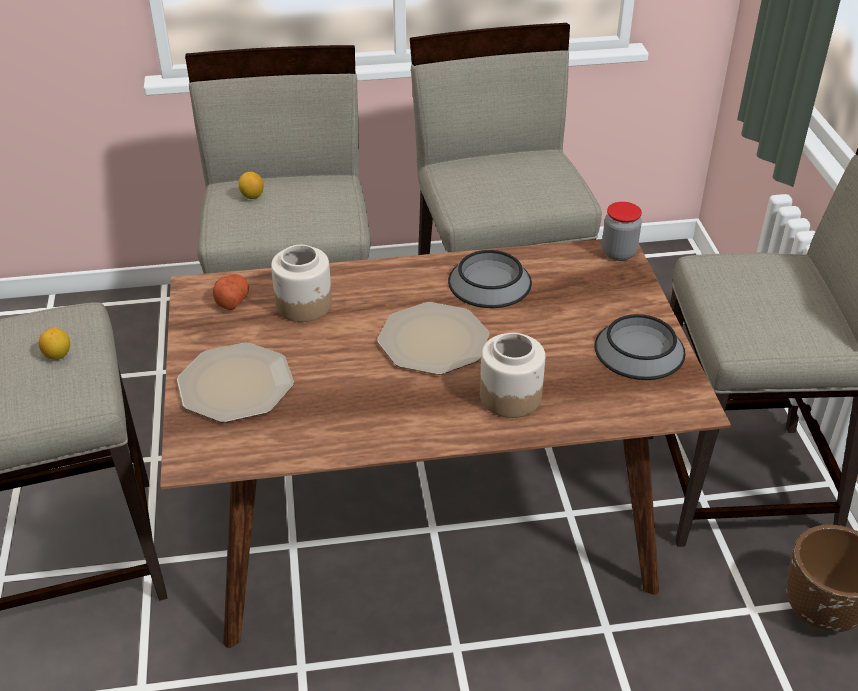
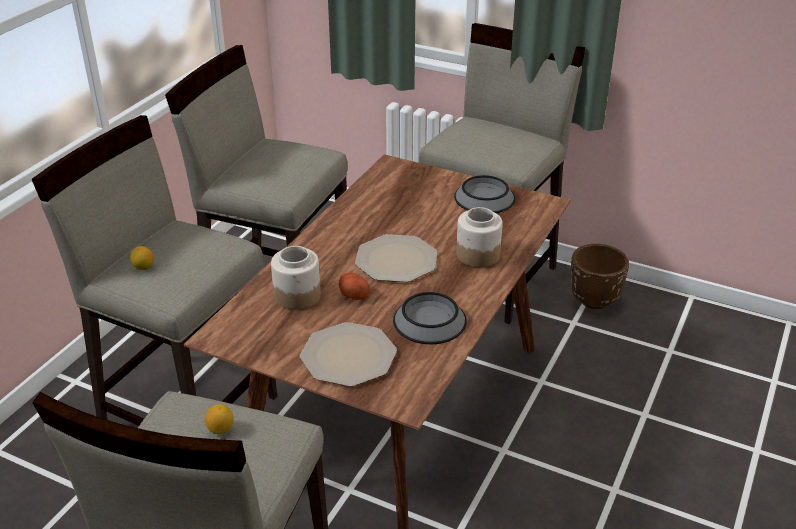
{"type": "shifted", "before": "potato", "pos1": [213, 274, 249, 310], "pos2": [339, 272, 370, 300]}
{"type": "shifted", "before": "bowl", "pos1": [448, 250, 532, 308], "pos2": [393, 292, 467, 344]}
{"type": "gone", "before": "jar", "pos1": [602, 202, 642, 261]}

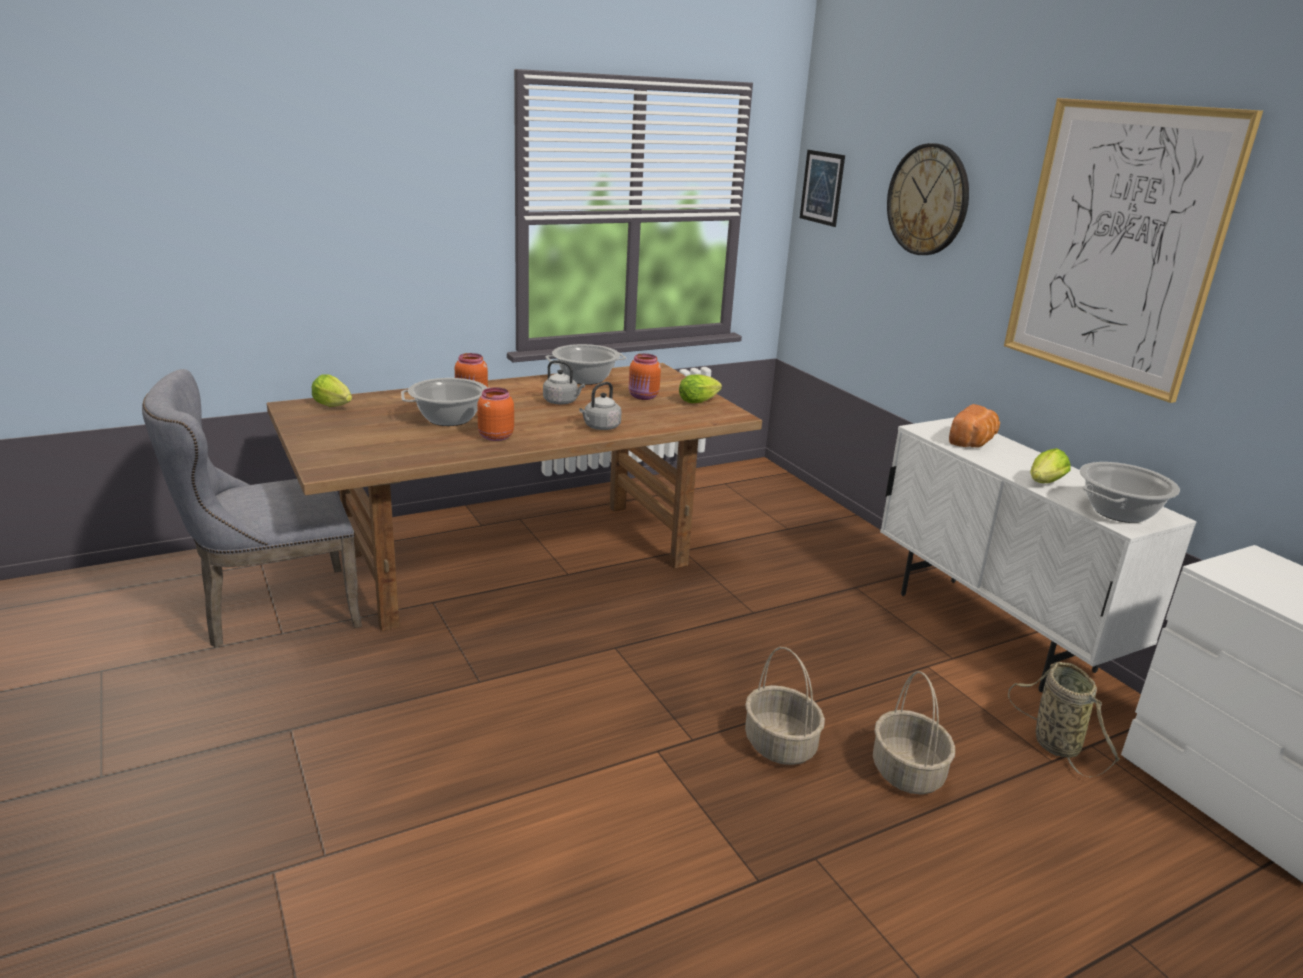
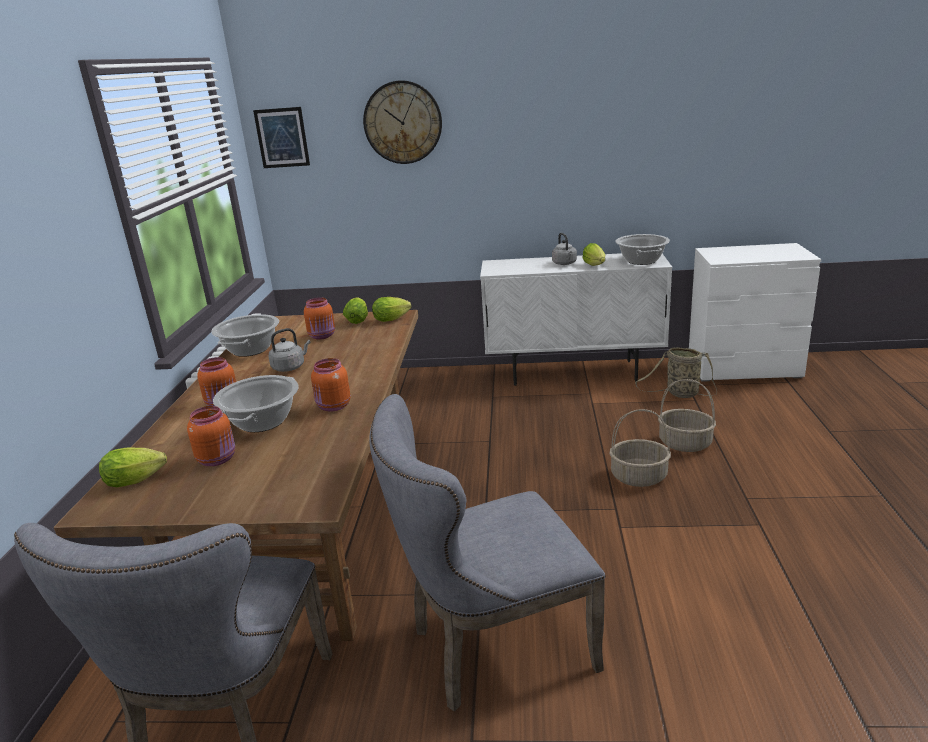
{"type": "shifted", "before": "kettle (grey)", "pos1": [579, 382, 621, 430], "pos2": [552, 233, 577, 265]}
{"type": "gone", "before": "bread", "pos1": [949, 404, 1000, 448]}
{"type": "gone", "before": "picture", "pos1": [1004, 98, 1263, 403]}
{"type": "new", "after": "jar (orange)", "pos2": [187, 406, 235, 466]}
{"type": "new", "after": "chair (grey)", "pos2": [369, 394, 606, 712]}
{"type": "new", "after": "lettuce", "pos2": [372, 297, 411, 322]}

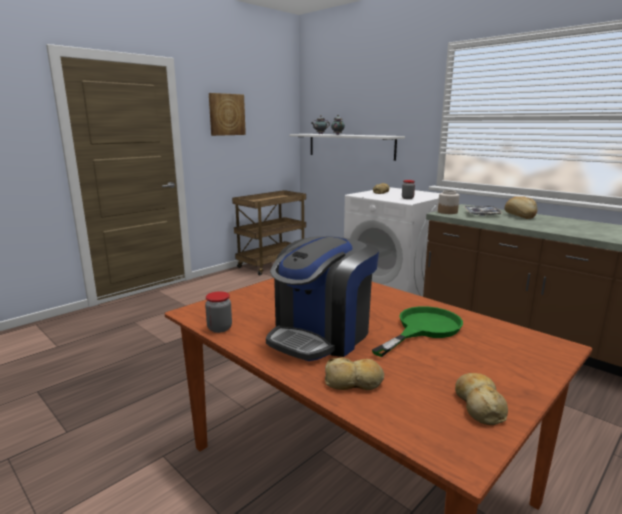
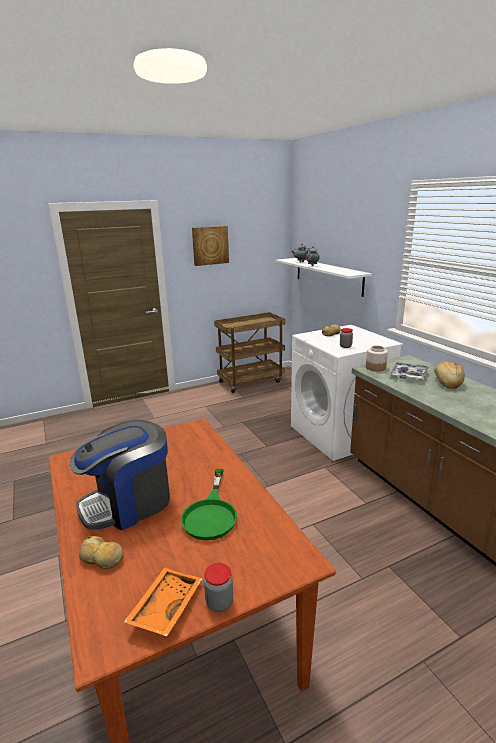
{"type": "shifted", "before": "jar", "pos1": [205, 291, 232, 333], "pos2": [204, 563, 233, 612]}
{"type": "rotated", "before": "frying pan (green)", "pos1": [372, 306, 463, 357], "pos2": [181, 469, 237, 540], "turn": 120}
{"type": "swapped", "before": "bread", "after": "tray (orange)", "pos1": [455, 373, 508, 425], "pos2": [124, 567, 202, 636]}

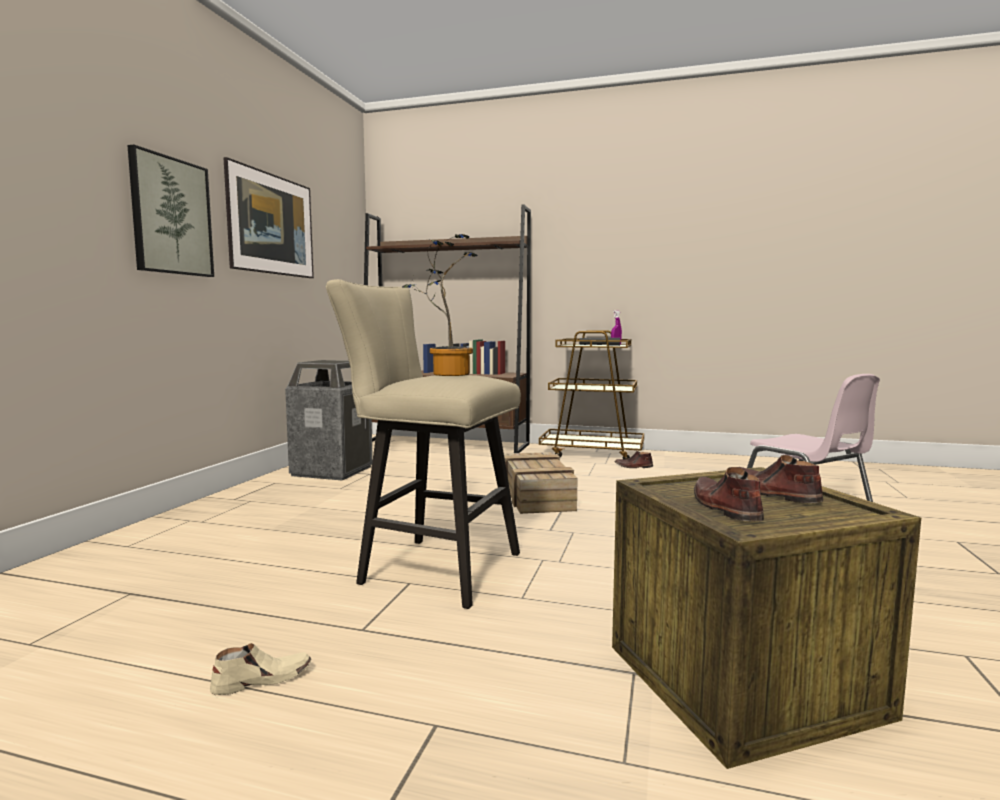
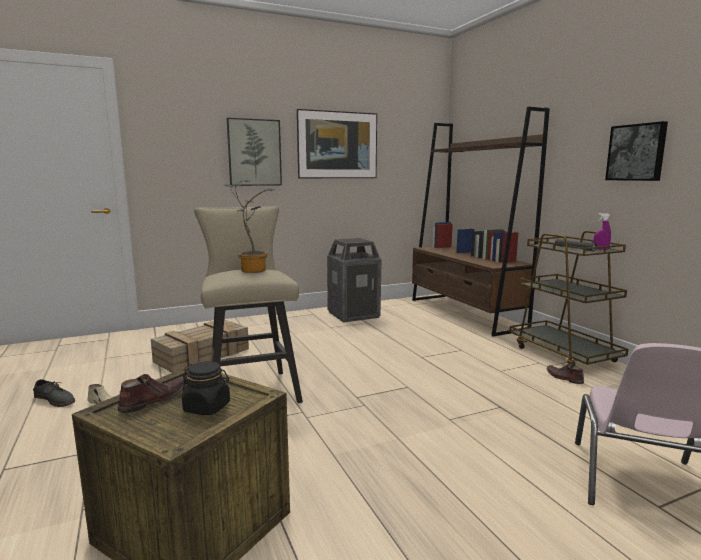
{"type": "shifted", "before": "crate", "pos1": [504, 452, 578, 514], "pos2": [151, 320, 249, 373]}
{"type": "swapped", "before": "shoe (brown)", "after": "jar (black)", "pos1": [739, 455, 823, 503], "pos2": [182, 361, 230, 415]}
{"type": "new", "after": "shoe (grey)", "pos2": [33, 379, 75, 407]}
{"type": "new", "after": "picture", "pos2": [605, 121, 668, 181]}

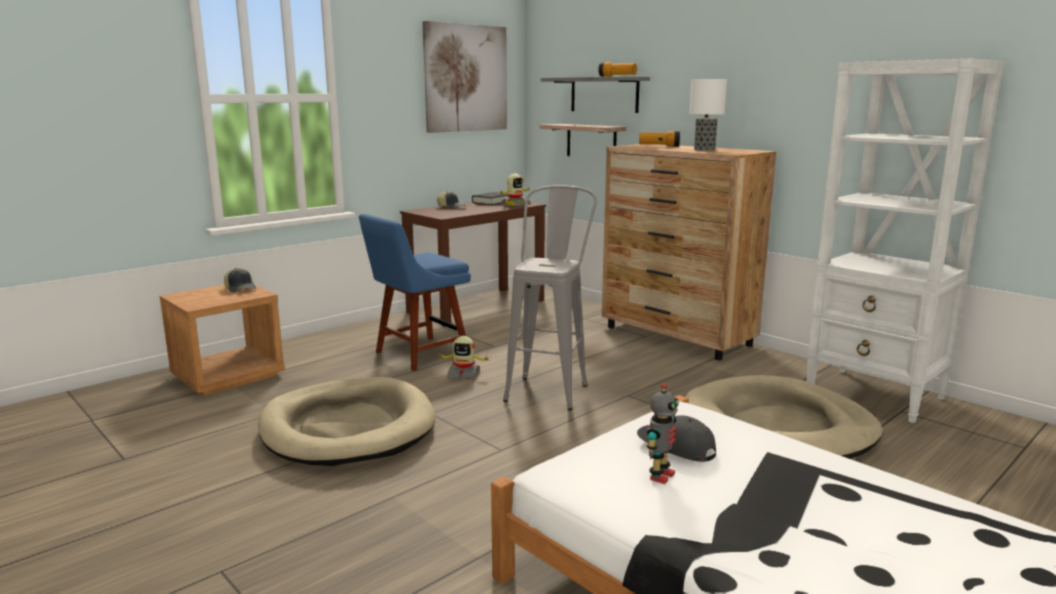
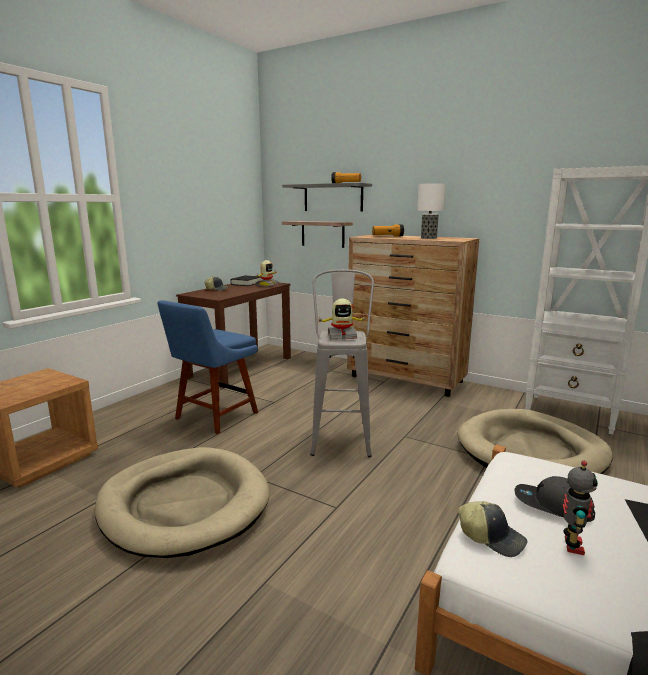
{"type": "shifted", "before": "cap", "pos1": [224, 267, 256, 293], "pos2": [458, 501, 528, 557]}
{"type": "gone", "before": "picture", "pos1": [422, 21, 507, 133]}
{"type": "shifted", "before": "toy robot", "pos1": [438, 336, 490, 380], "pos2": [317, 299, 366, 340]}

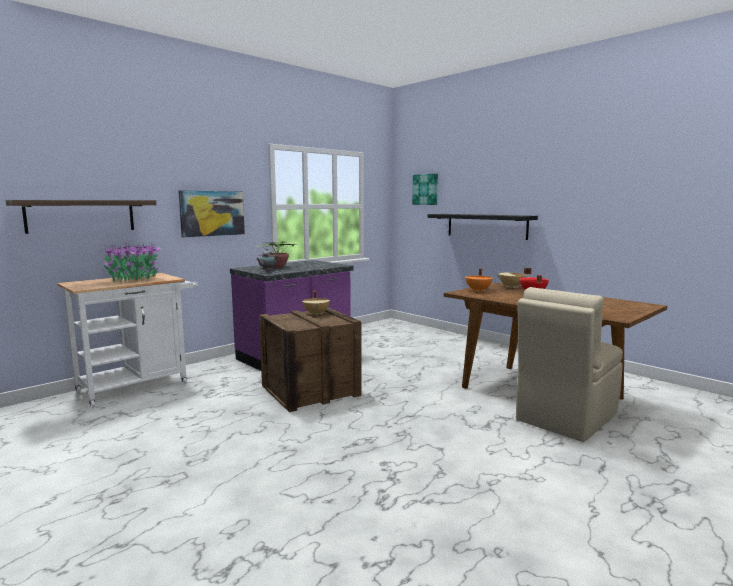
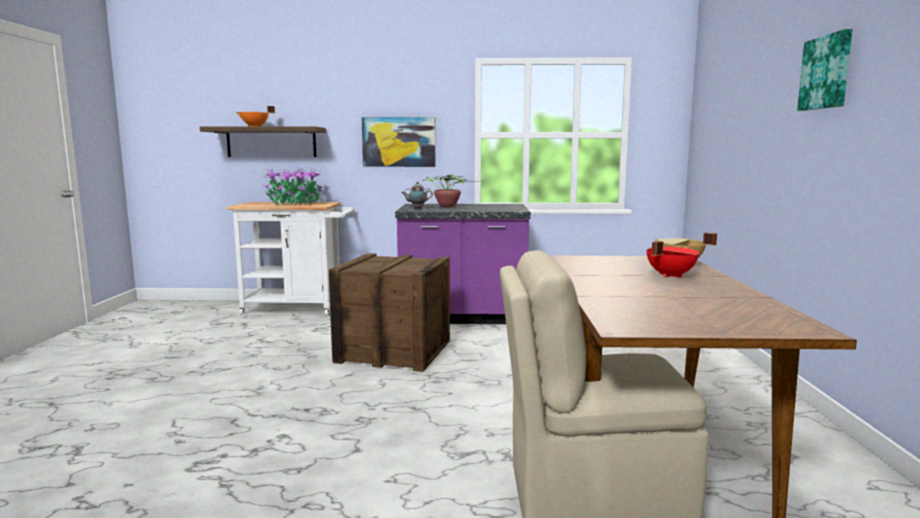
{"type": "gone", "before": "cooking pot (beige)", "pos1": [302, 290, 330, 316]}
{"type": "shifted", "before": "picture", "pos1": [412, 173, 438, 205], "pos2": [797, 29, 853, 111]}
{"type": "gone", "before": "shelf (black)", "pos1": [428, 214, 538, 240]}
{"type": "shifted", "before": "cooking pot (orange)", "pos1": [465, 268, 493, 292], "pos2": [236, 106, 275, 127]}

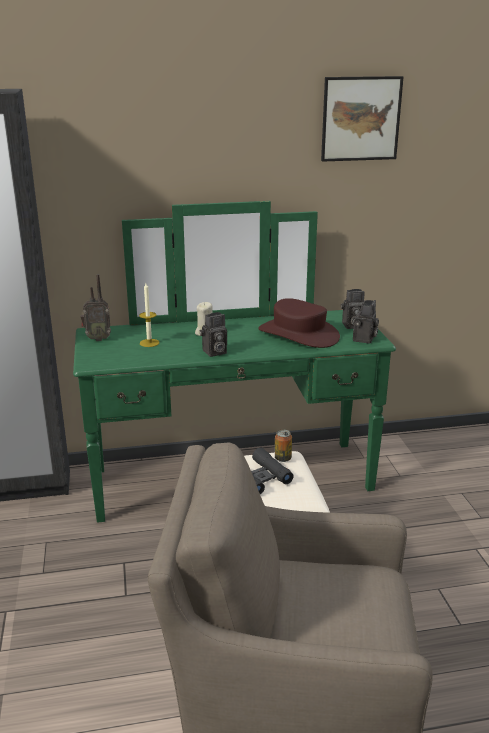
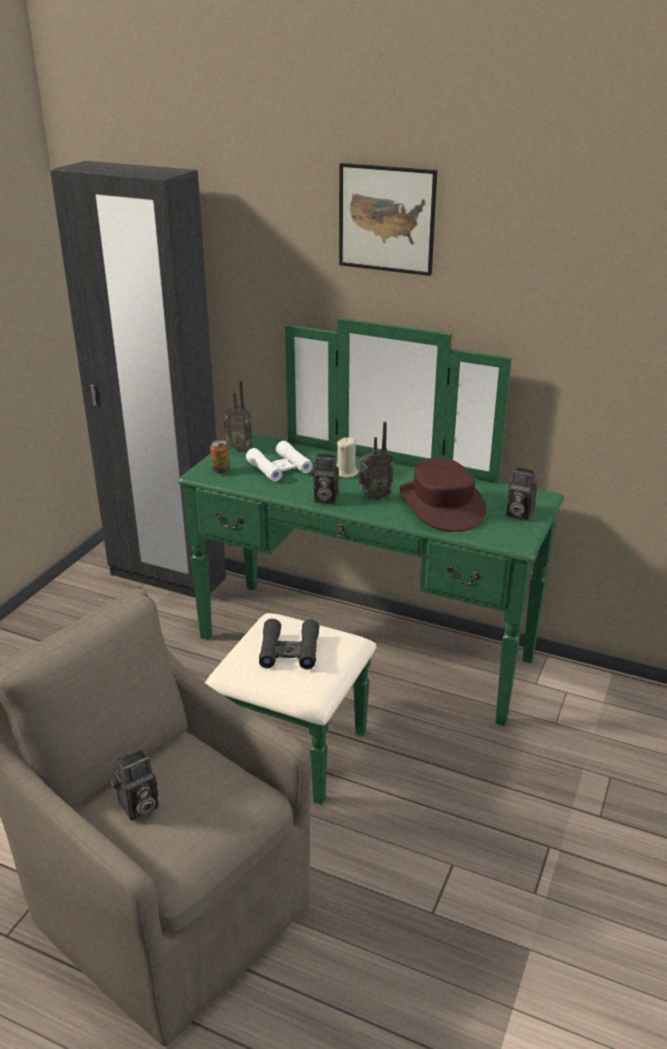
{"type": "swapped", "before": "candle", "after": "binoculars (white)", "pos1": [139, 283, 159, 347], "pos2": [246, 441, 313, 481]}
{"type": "shifted", "before": "can", "pos1": [275, 430, 292, 462], "pos2": [210, 440, 230, 474]}
{"type": "shifted", "before": "picture", "pos1": [321, 76, 403, 162], "pos2": [339, 163, 437, 276]}
{"type": "shifted", "before": "photo camera", "pos1": [353, 300, 379, 344], "pos2": [110, 749, 159, 821]}
{"type": "new", "after": "radio", "pos2": [359, 422, 394, 500]}

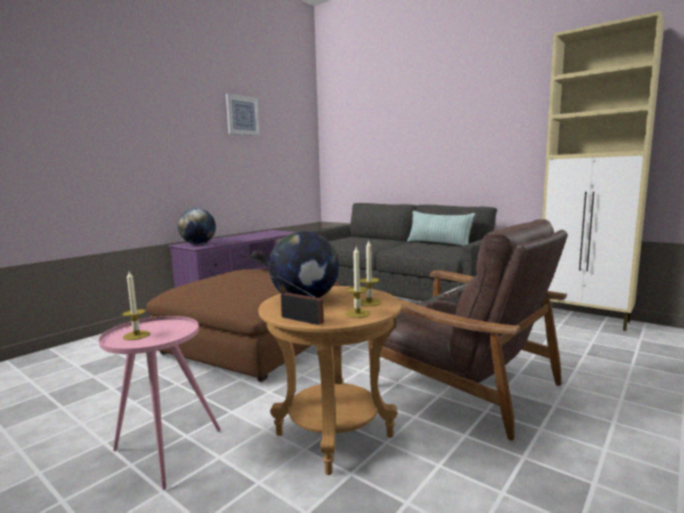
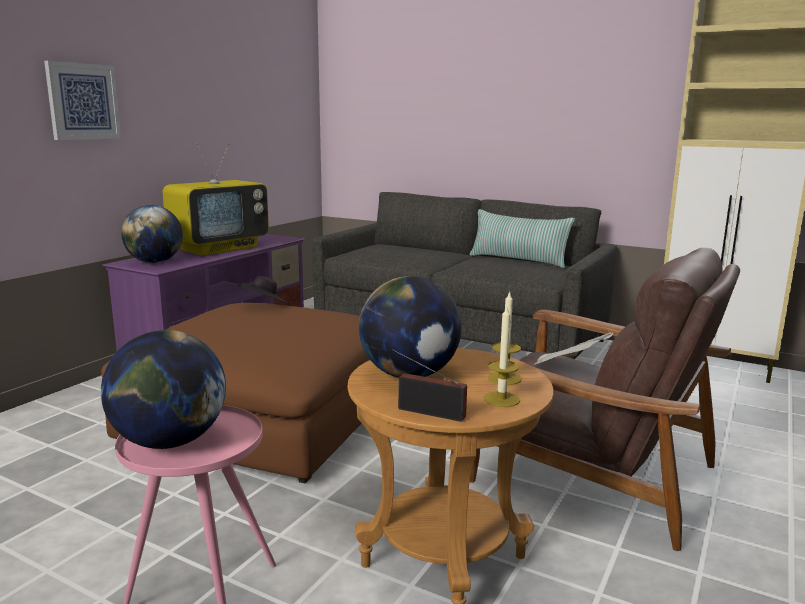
{"type": "swapped", "before": "candle", "after": "globe", "pos1": [122, 271, 150, 340], "pos2": [101, 330, 226, 449]}
{"type": "shifted", "before": "picture", "pos1": [226, 93, 260, 136], "pos2": [44, 61, 121, 140]}
{"type": "new", "after": "television", "pos2": [162, 143, 269, 256]}

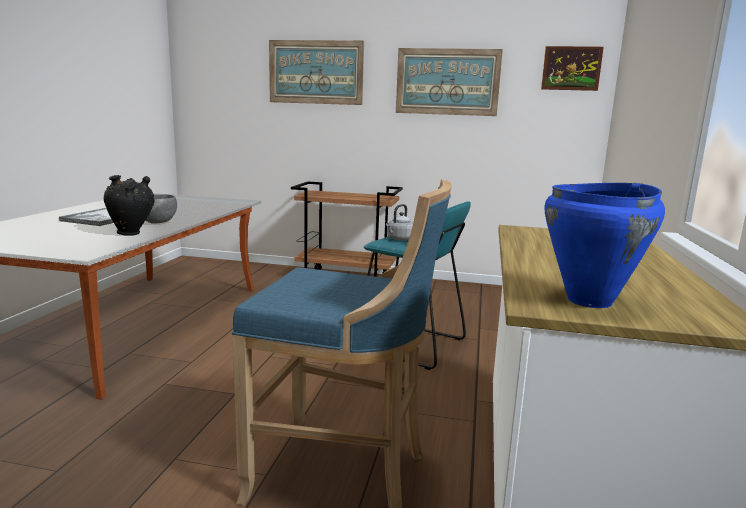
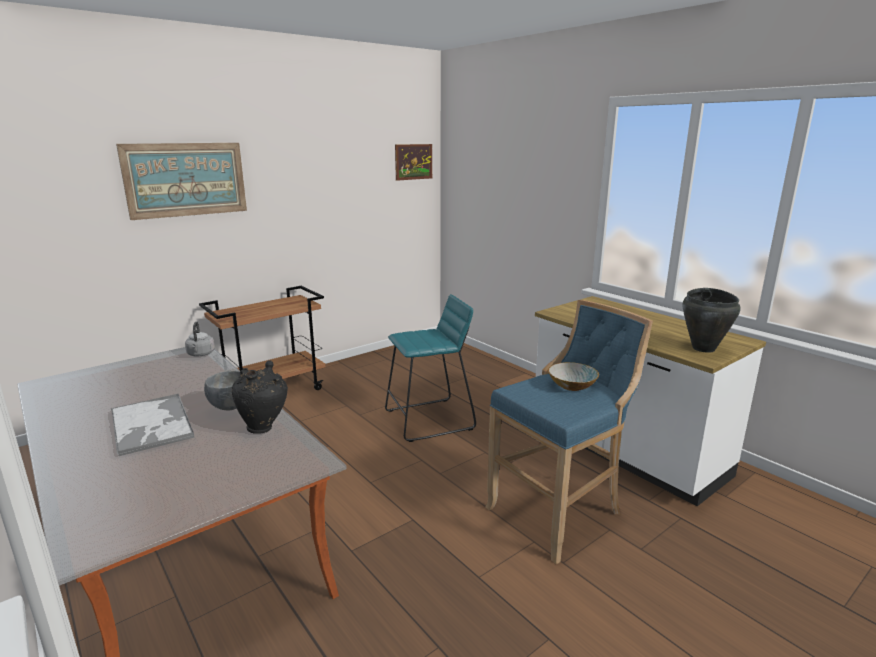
{"type": "shifted", "before": "kettle (grey)", "pos1": [386, 204, 413, 240], "pos2": [185, 321, 215, 356]}
{"type": "gone", "before": "picture", "pos1": [396, 48, 503, 116]}
{"type": "repainted", "before": "cooking pot (blue)", "after": "cooking pot (black)", "pos1": [544, 183, 665, 308], "pos2": [682, 288, 741, 353]}
{"type": "new", "after": "bowl", "pos2": [548, 362, 599, 391]}

